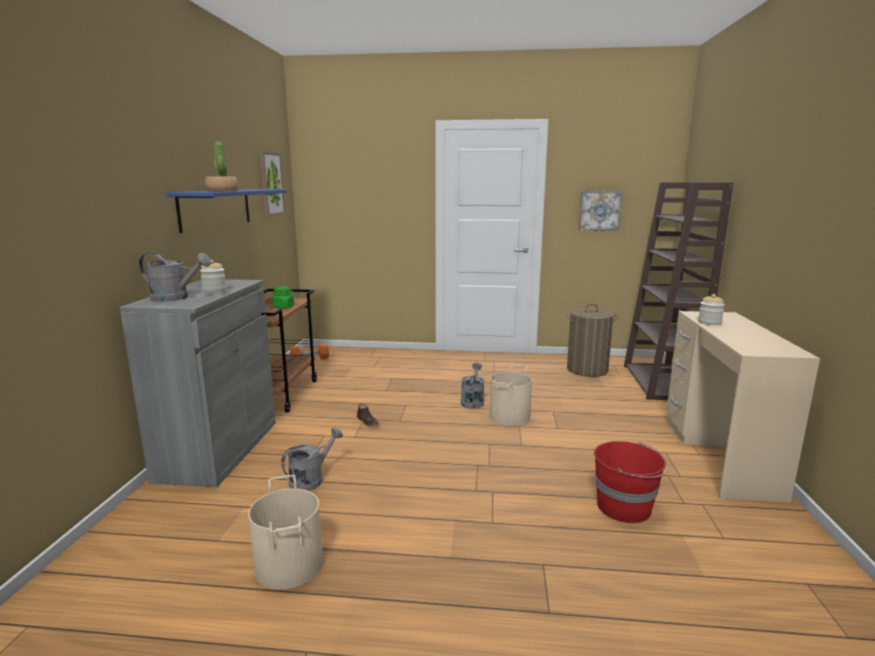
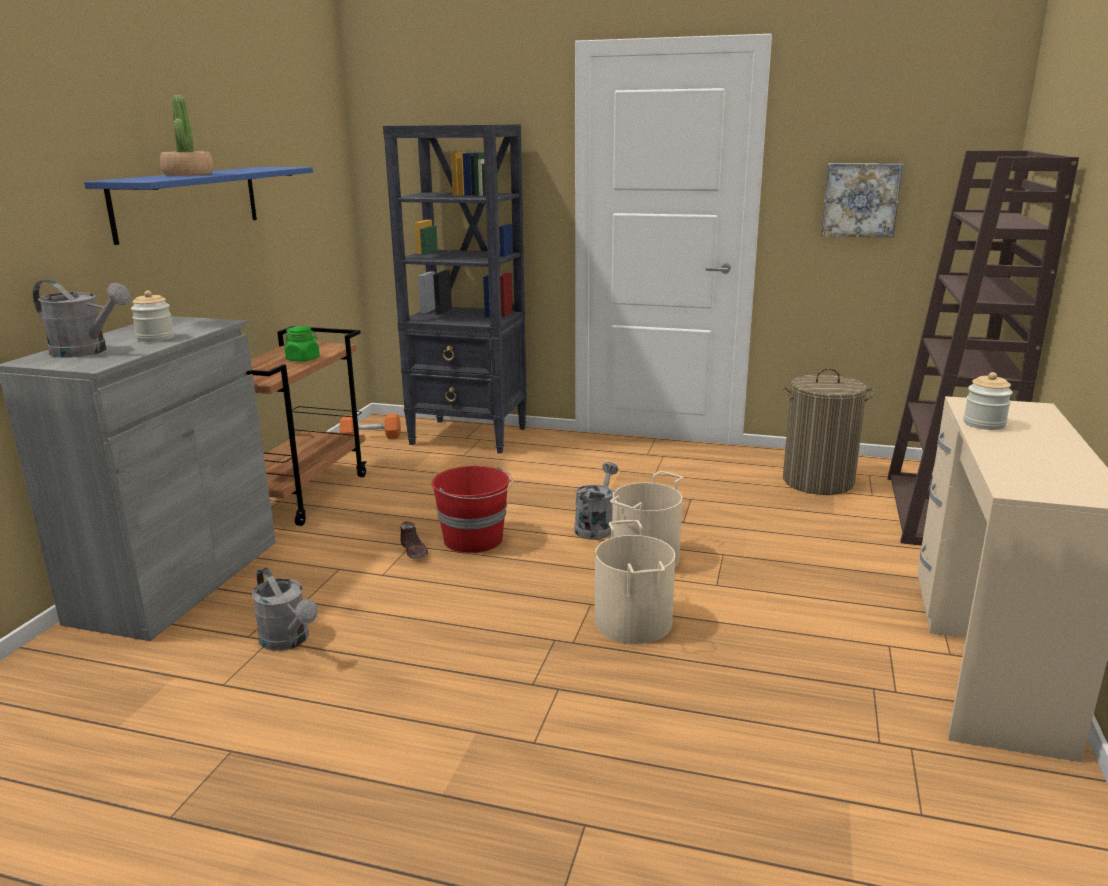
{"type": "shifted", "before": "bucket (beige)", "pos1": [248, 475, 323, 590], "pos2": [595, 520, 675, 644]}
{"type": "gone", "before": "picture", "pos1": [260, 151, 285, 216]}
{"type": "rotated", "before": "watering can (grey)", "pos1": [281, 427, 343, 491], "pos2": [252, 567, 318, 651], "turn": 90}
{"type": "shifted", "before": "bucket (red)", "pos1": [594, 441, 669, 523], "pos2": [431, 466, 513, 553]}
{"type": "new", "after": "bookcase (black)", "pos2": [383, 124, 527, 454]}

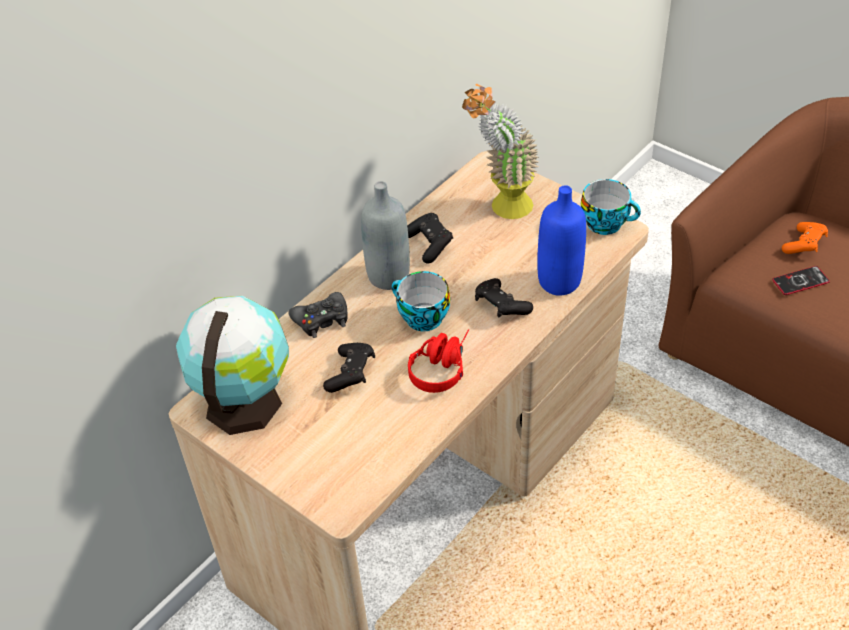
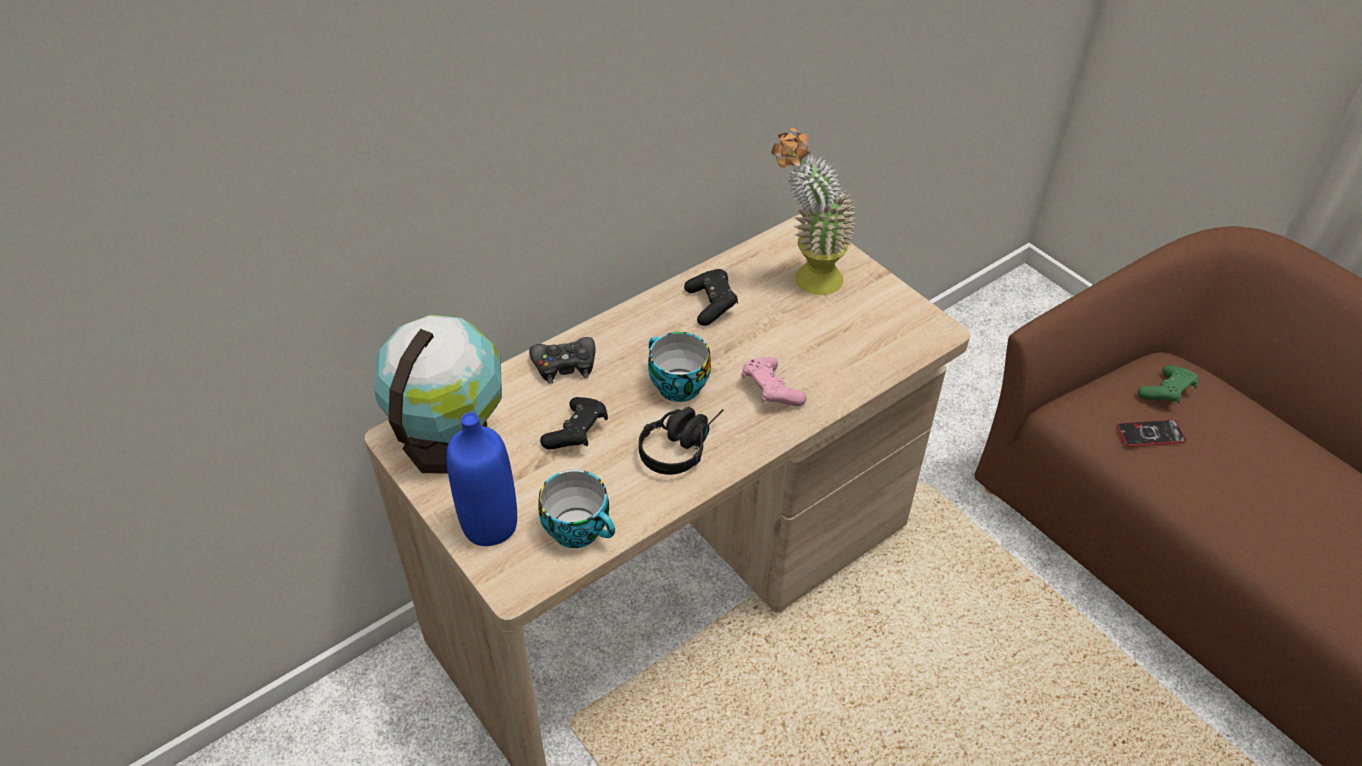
{"type": "gone", "before": "bottle (grey)", "pos1": [361, 181, 410, 290]}
{"type": "repainted", "before": "headphones (red)", "after": "headphones (black)", "pos1": [408, 329, 469, 393], "pos2": [639, 407, 723, 475]}
{"type": "repainted", "before": "game controller (black)", "after": "game controller (pink)", "pos1": [475, 278, 533, 318], "pos2": [741, 357, 807, 406]}
{"type": "shifted", "before": "bottle (blue)", "pos1": [537, 185, 586, 296], "pos2": [447, 412, 517, 546]}
{"type": "shifted", "before": "cup", "pos1": [581, 179, 641, 235], "pos2": [538, 470, 615, 548]}
{"type": "repainted", "before": "game controller (orange)", "after": "game controller (green)", "pos1": [782, 222, 828, 254], "pos2": [1138, 365, 1199, 404]}

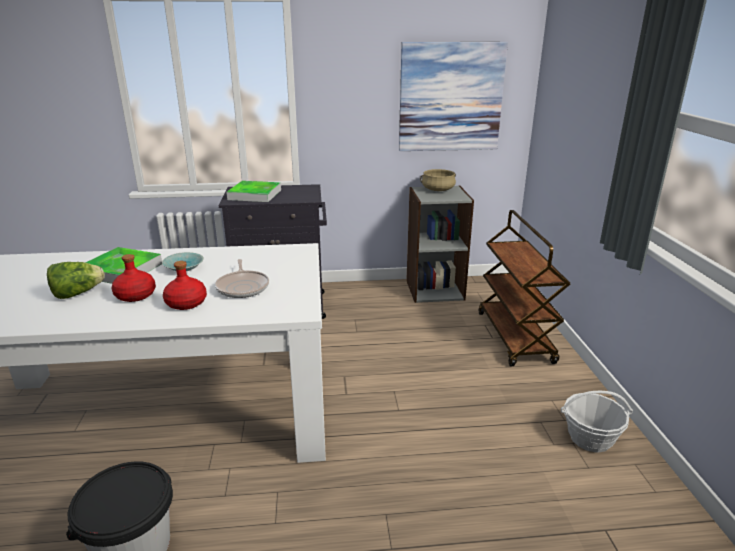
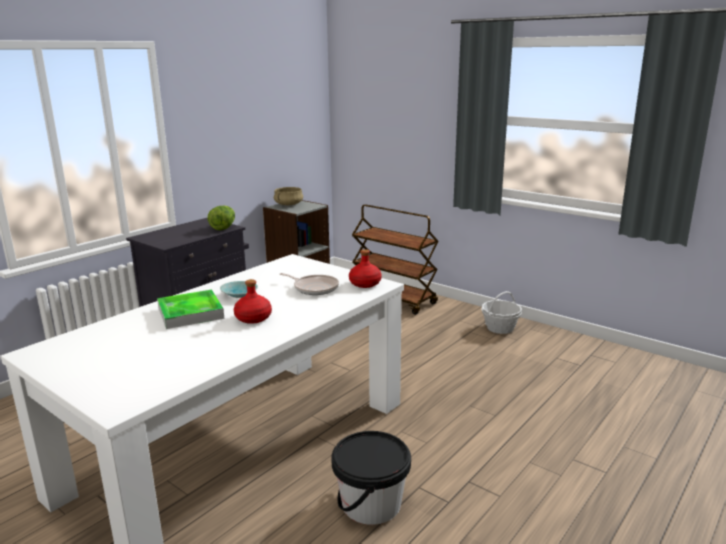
{"type": "shifted", "before": "lettuce", "pos1": [47, 262, 105, 299], "pos2": [208, 206, 235, 230]}
{"type": "shifted", "before": "bottle (red)", "pos1": [163, 261, 207, 310], "pos2": [349, 249, 382, 288]}
{"type": "gone", "before": "tray", "pos1": [226, 181, 281, 202]}
{"type": "gone", "before": "picture", "pos1": [399, 42, 508, 151]}

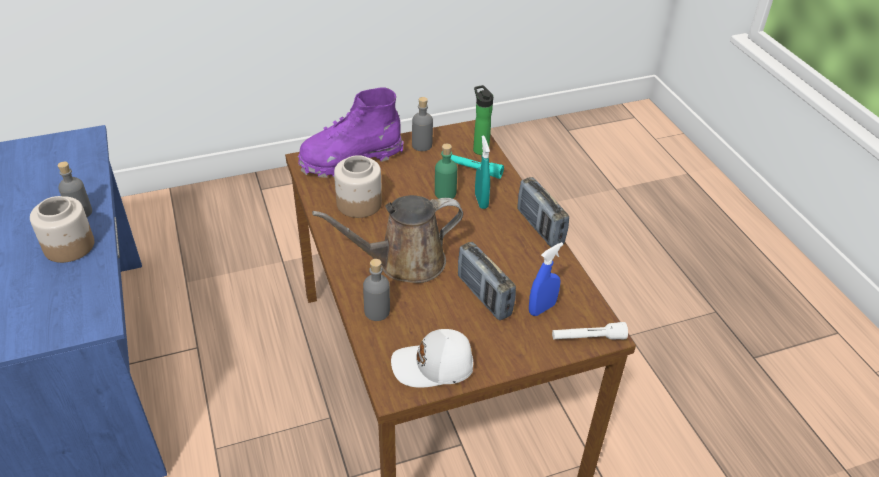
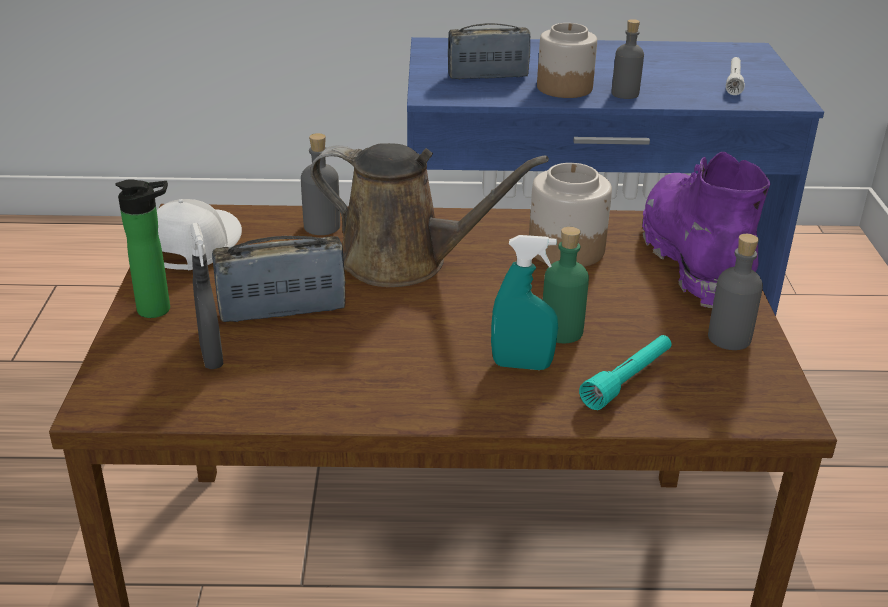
{"type": "rotated", "before": "watering can (brown)", "pos1": [312, 195, 463, 283], "pos2": [310, 143, 549, 287], "turn": 105}
{"type": "shifted", "before": "bottle", "pos1": [473, 85, 493, 155], "pos2": [116, 179, 170, 318]}
{"type": "shifted", "before": "radio", "pos1": [517, 177, 569, 247], "pos2": [448, 23, 530, 80]}
{"type": "repainted", "before": "spray bottle (blue)", "after": "spray bottle (grey)", "pos1": [529, 242, 563, 316], "pos2": [190, 223, 223, 369]}
{"type": "shifted", "before": "flashlight (white)", "pos1": [552, 322, 628, 339], "pos2": [726, 57, 745, 95]}

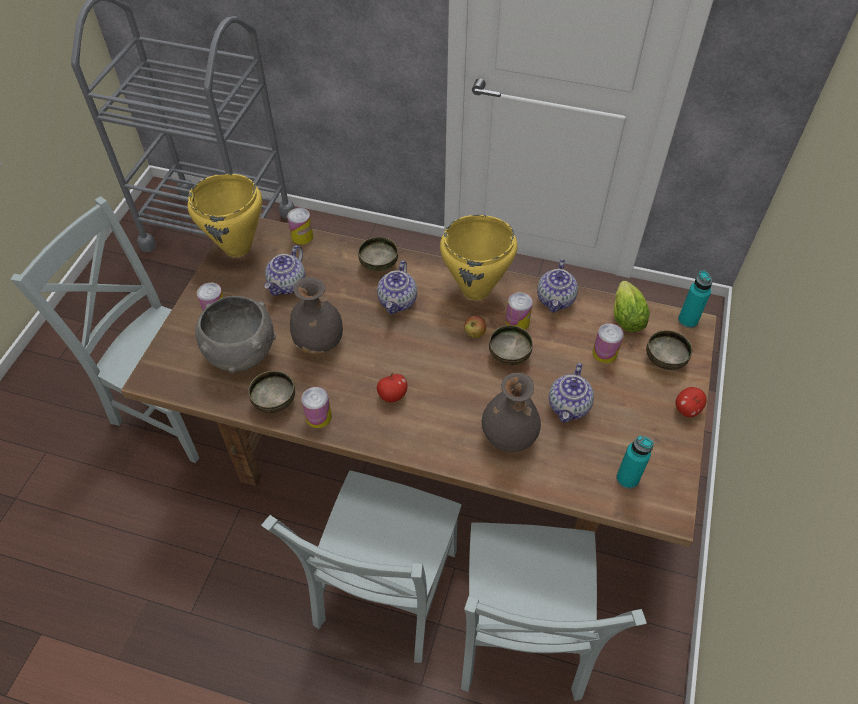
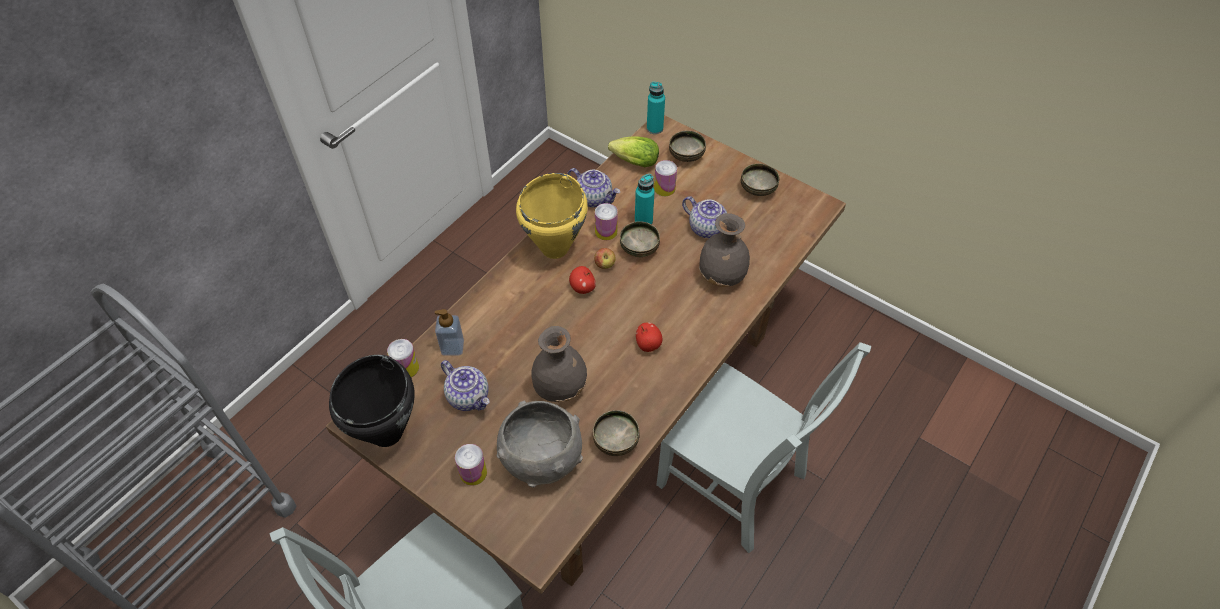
{"type": "repainted", "before": "cooking pot (yellow)", "after": "cooking pot (black)", "pos1": [188, 174, 262, 257], "pos2": [329, 355, 415, 447]}
{"type": "gone", "before": "can", "pos1": [301, 387, 332, 428]}
{"type": "shifted", "before": "bowl", "pos1": [358, 237, 398, 272], "pos2": [741, 163, 779, 196]}
{"type": "gone", "before": "teapot", "pos1": [377, 260, 417, 314]}
{"type": "gone", "before": "chair (grey)", "pos1": [461, 523, 647, 701]}
{"type": "shifted", "before": "bottle (turquoise)", "pos1": [616, 435, 654, 489], "pos2": [635, 174, 655, 225]}
{"type": "shifted", "before": "apple", "pos1": [676, 387, 707, 417], "pos2": [569, 266, 596, 294]}
{"type": "new", "after": "soap dispenser", "pos2": [435, 309, 464, 356]}

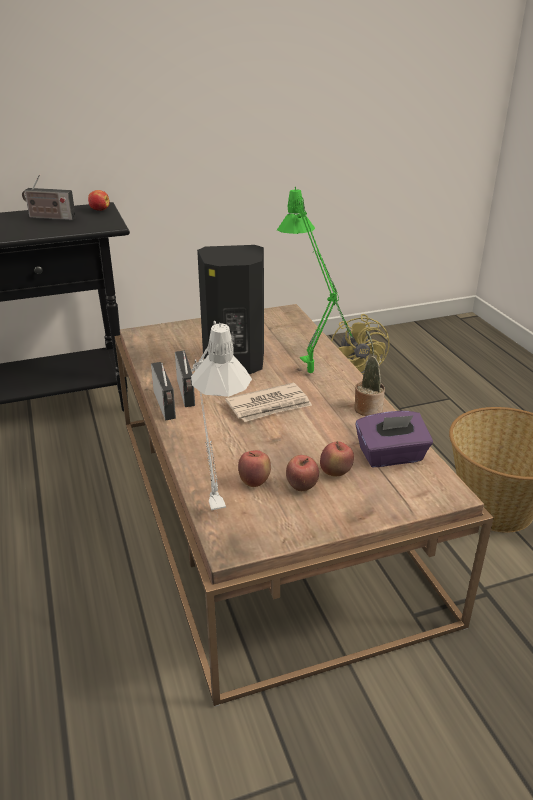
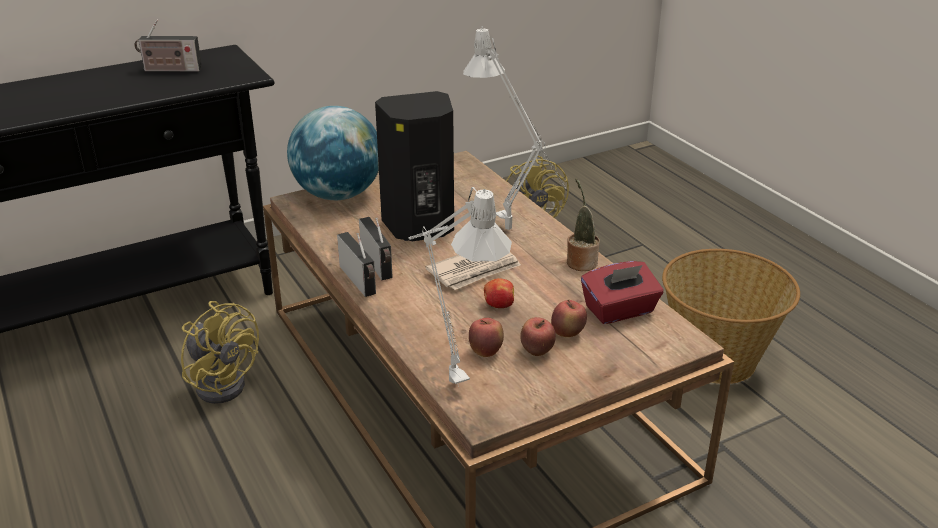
{"type": "shifted", "before": "apple", "pos1": [88, 190, 110, 211], "pos2": [484, 278, 514, 308]}
{"type": "repainted", "before": "table lamp (green)", "after": "table lamp (grey)", "pos1": [277, 187, 352, 373], "pos2": [463, 26, 565, 230]}
{"type": "repainted", "before": "tissue box (purple)", "after": "tissue box (red)", "pos1": [356, 411, 433, 467], "pos2": [581, 261, 663, 324]}
{"type": "new", "after": "fan (yellow)", "pos2": [181, 301, 259, 404]}
{"type": "new", "after": "globe", "pos2": [287, 106, 379, 200]}

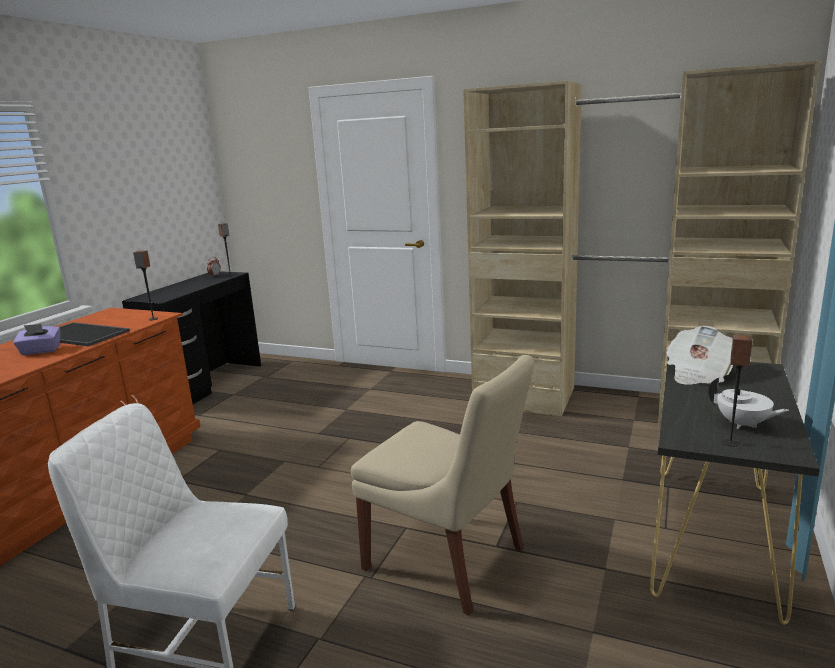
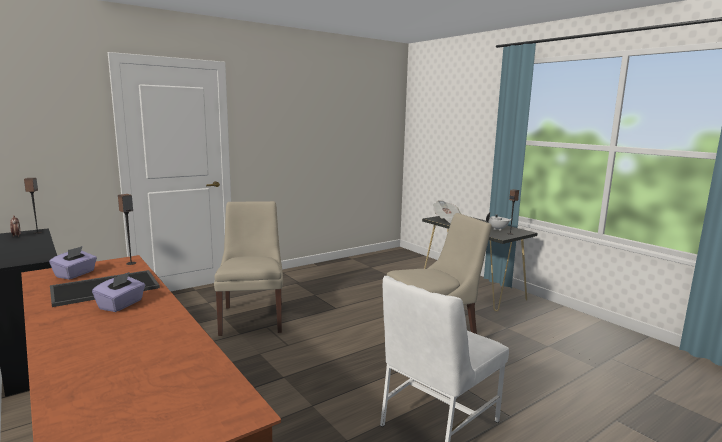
{"type": "gone", "before": "wardrobe (beige)", "pos1": [463, 60, 820, 428]}
{"type": "new", "after": "tissue box (purple)", "pos2": [49, 246, 97, 279]}
{"type": "new", "after": "chair (beige)", "pos2": [214, 201, 283, 336]}

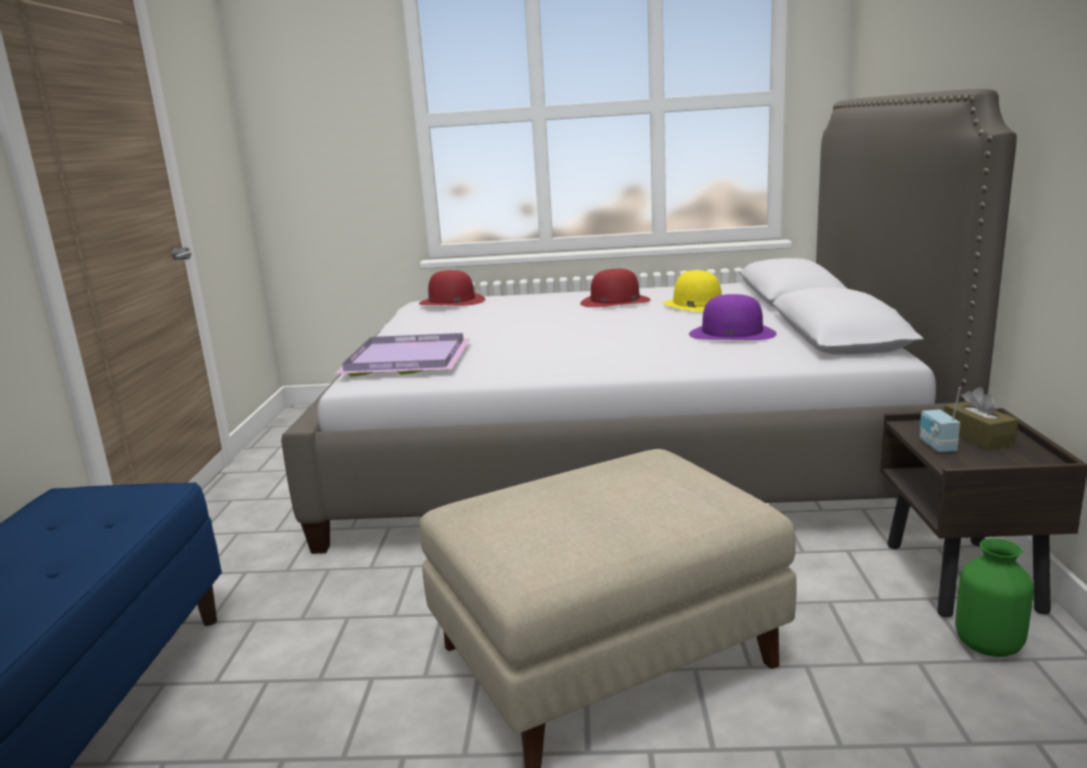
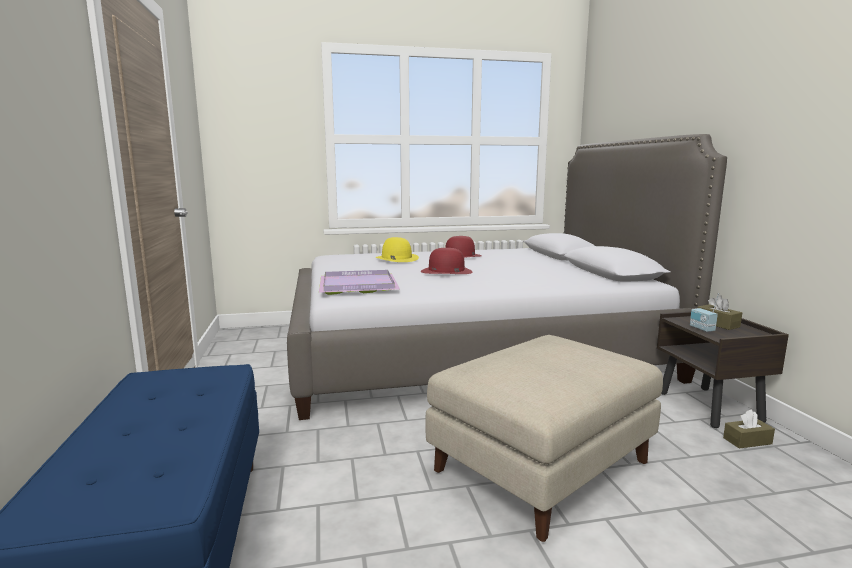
{"type": "shifted", "before": "hat (red)", "pos1": [419, 270, 485, 306], "pos2": [421, 248, 472, 274]}
{"type": "shifted", "before": "hat (yellow)", "pos1": [663, 270, 722, 312], "pos2": [375, 237, 419, 262]}
{"type": "gone", "before": "hat (purple)", "pos1": [689, 294, 777, 340]}
{"type": "swapped", "before": "vase (green)", "after": "tissue box (brown)", "pos1": [955, 538, 1034, 657], "pos2": [723, 410, 775, 449]}

